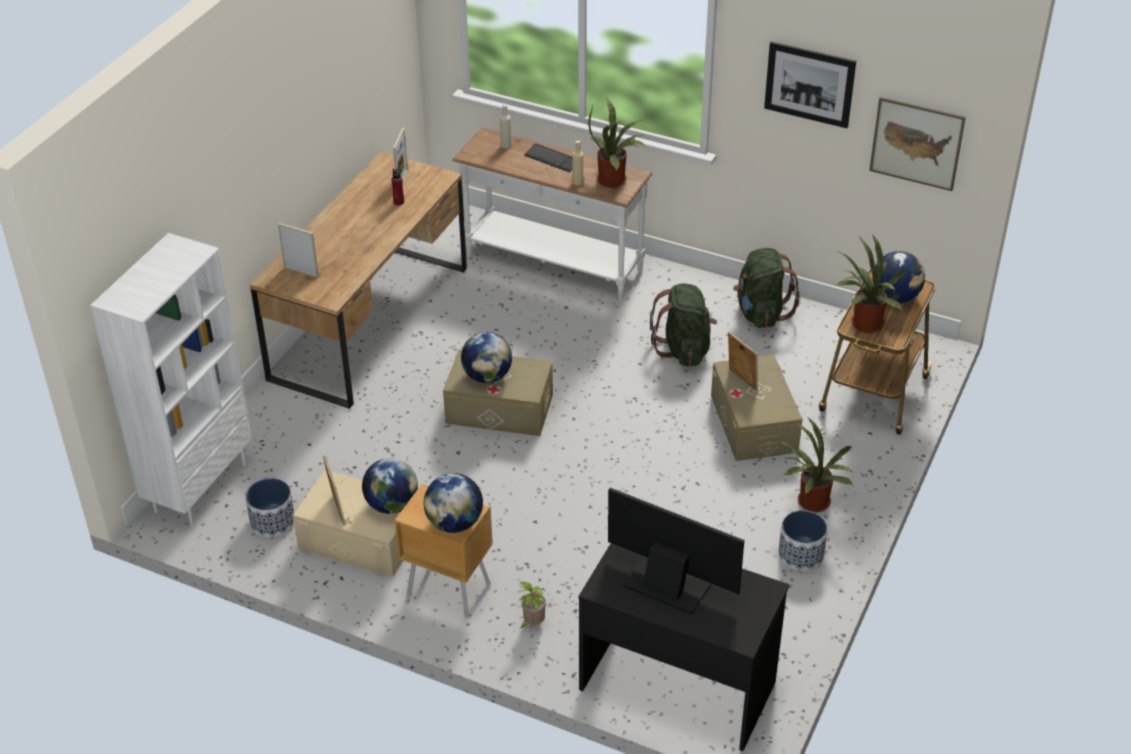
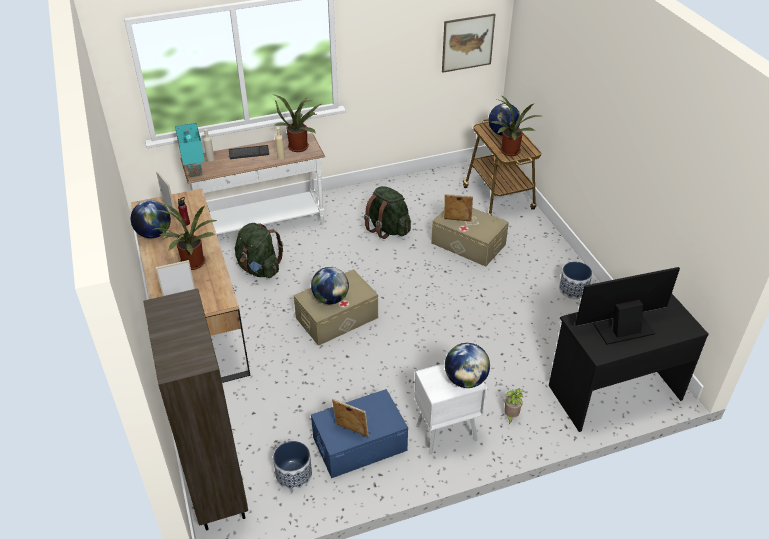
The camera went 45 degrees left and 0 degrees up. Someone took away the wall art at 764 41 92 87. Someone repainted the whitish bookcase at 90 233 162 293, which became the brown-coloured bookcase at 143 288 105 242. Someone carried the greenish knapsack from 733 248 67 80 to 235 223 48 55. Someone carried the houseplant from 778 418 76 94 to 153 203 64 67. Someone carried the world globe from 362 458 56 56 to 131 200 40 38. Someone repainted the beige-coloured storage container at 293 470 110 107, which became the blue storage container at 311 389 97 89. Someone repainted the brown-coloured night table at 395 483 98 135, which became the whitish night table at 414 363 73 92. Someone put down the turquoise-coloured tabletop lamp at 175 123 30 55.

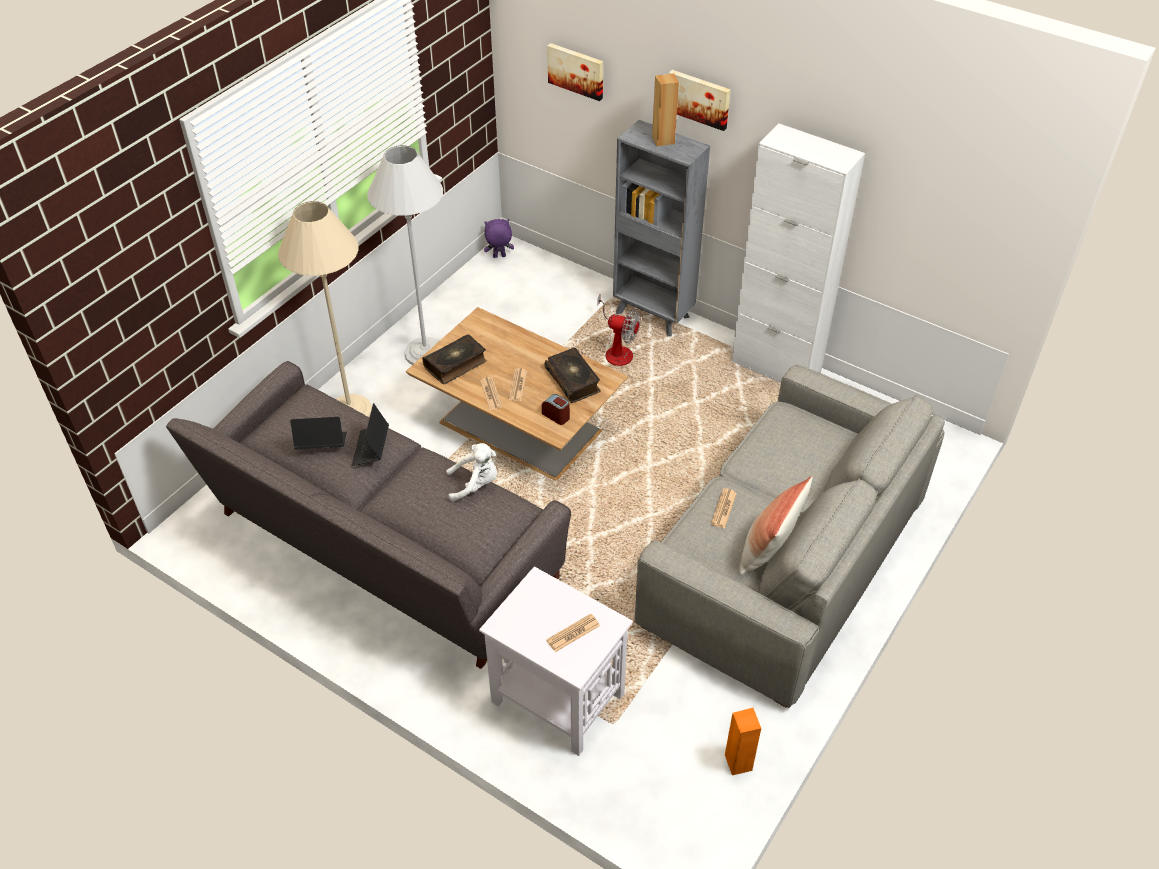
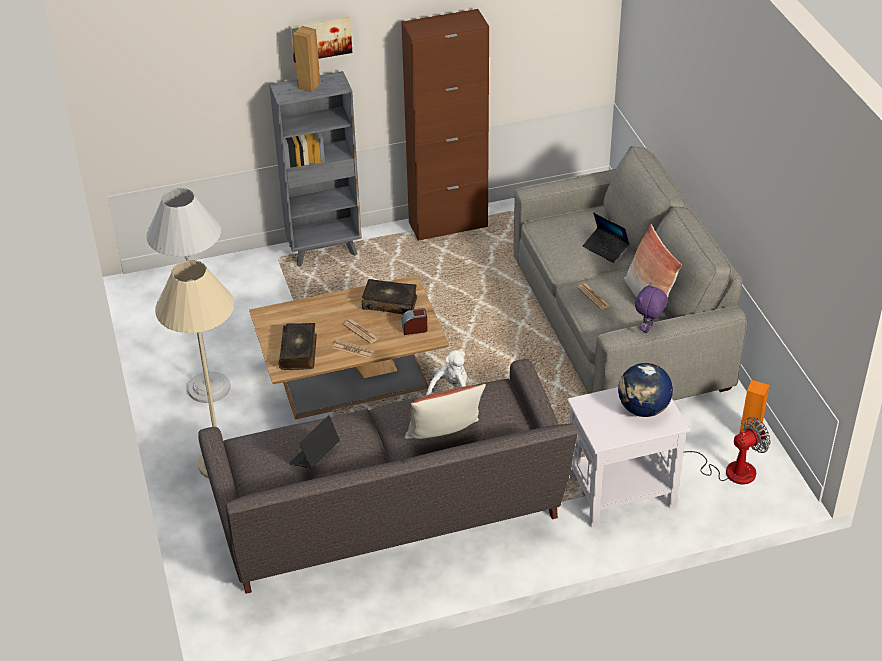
The camera went 50 degrees left and 5 degrees down. Someone took away the wall art at 547 43 56 58. Someone repainted the whitish storage cabinet at 731 123 134 260, which became the brown-coloured storage cabinet at 401 9 88 232. Someone carried the purple-coloured soft toy from 484 219 30 39 to 635 283 33 50. Someone carried the electric fan from 597 294 44 72 to 684 417 87 68. Someone carried the portable computer from 352 403 37 63 to 583 213 47 50. Someone swapped the newspaper at 546 614 54 38 for the world globe at 618 363 55 54. Someone put down the cushion at 405 384 81 55.

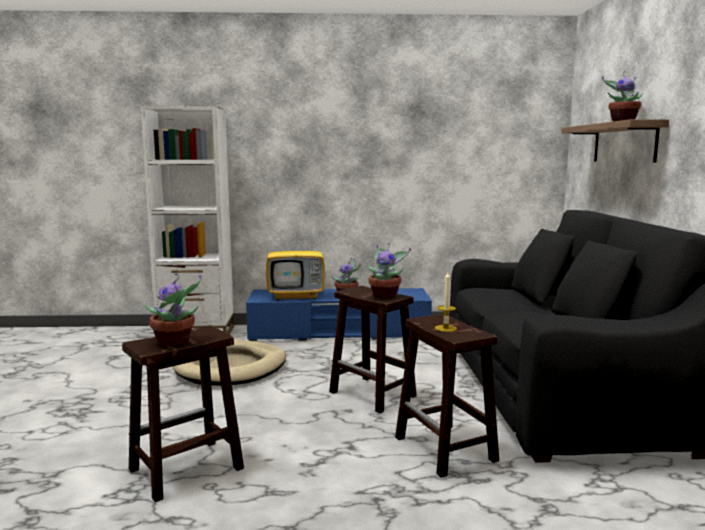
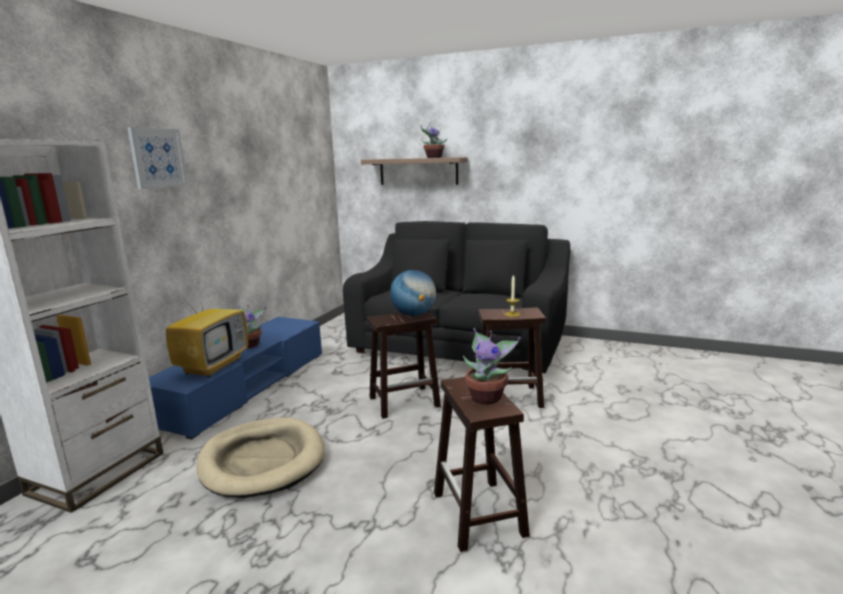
The camera went 65 degrees left and 5 degrees up. Someone swapped the houseplant at 368 243 43 56 for the world globe at 390 270 46 46. Someone put up the wall art at 127 127 60 62.

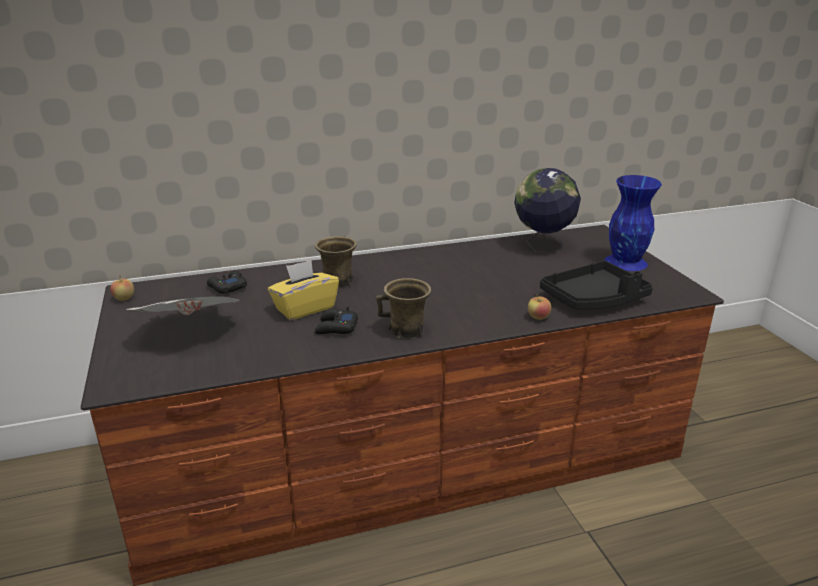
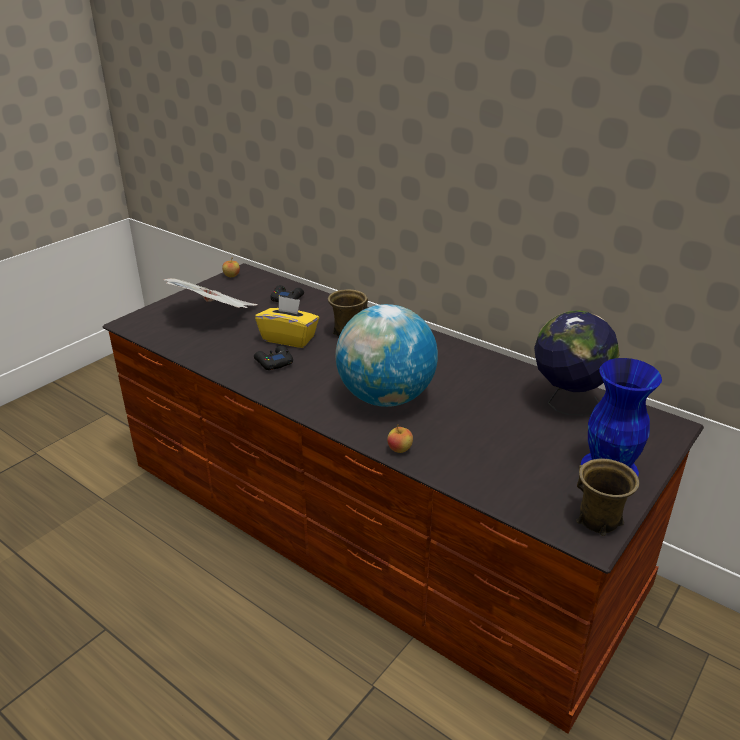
The camera went 55 degrees right and 5 degrees up. Someone took away the blackish carrying tray at 540 261 113 49. Someone carried the brown-coloured tea mug from 376 278 55 61 to 576 459 63 77. Someone put down the world globe at 335 304 103 103.

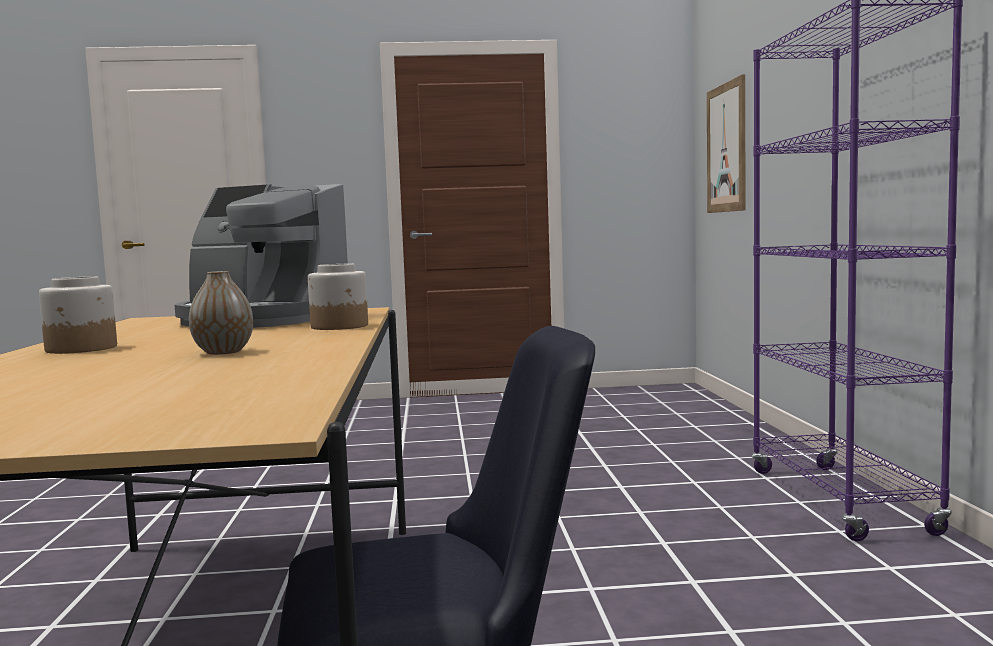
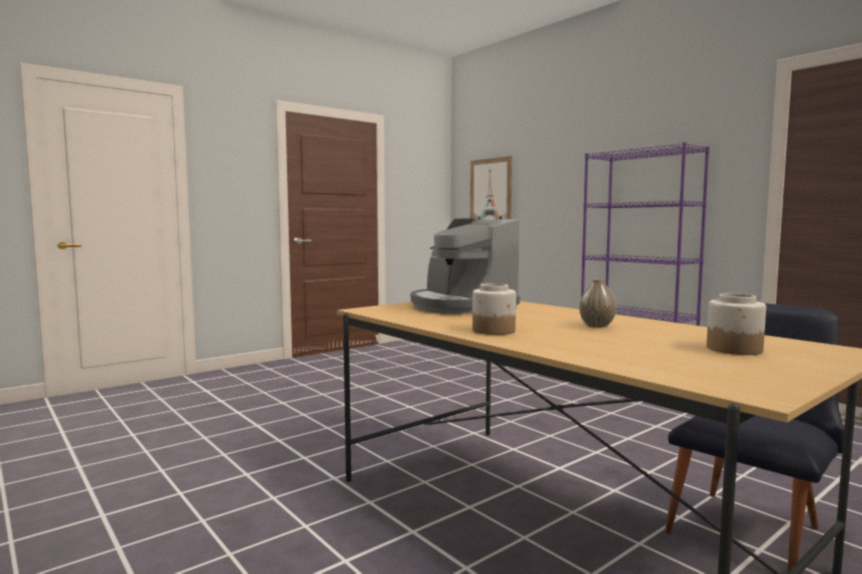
The camera went 35 degrees left and 0 degrees up. Someone rotated the coffee brewer at 175 184 173 144 by 75 degrees clockwise. Someone carried the storage jar from 308 264 60 66 to 707 293 59 62.

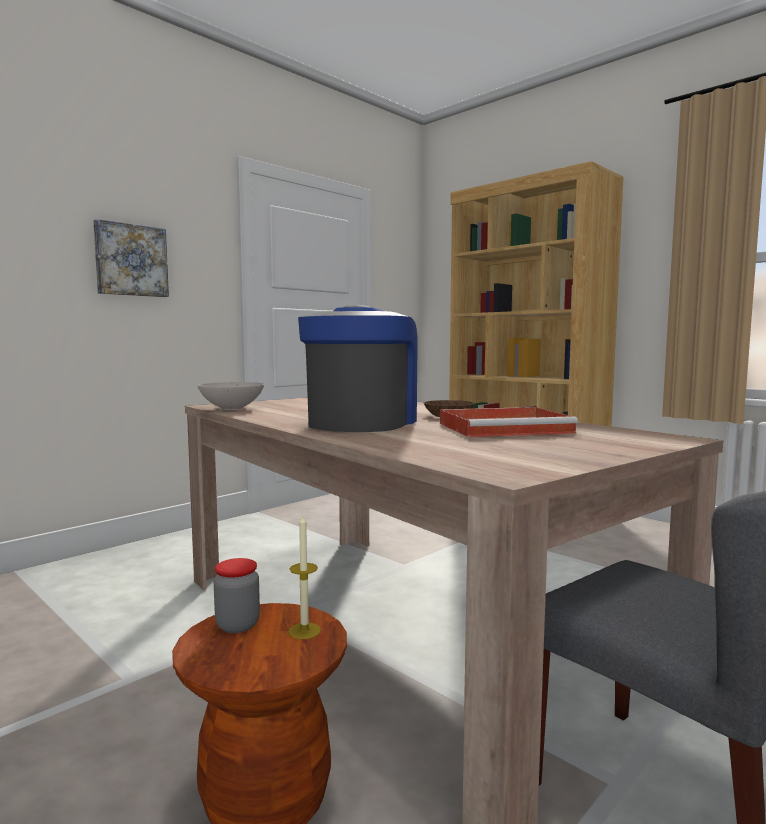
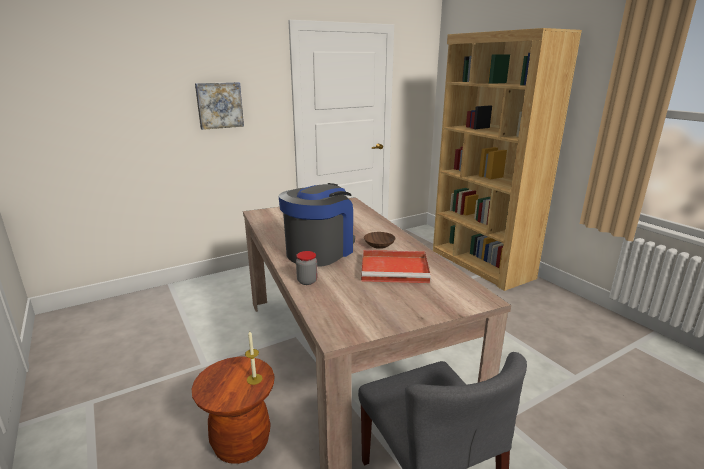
The camera went 15 degrees right and 15 degrees up. Someone took away the whitish deep dish at 197 382 67 28. Someone carried the storage jar from 214 558 46 75 to 296 251 21 34.

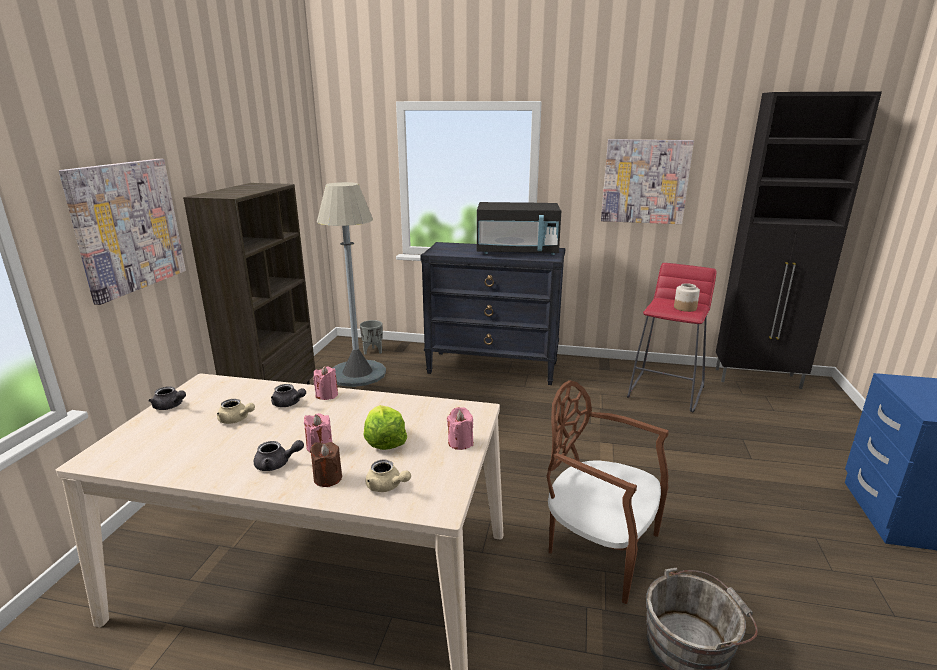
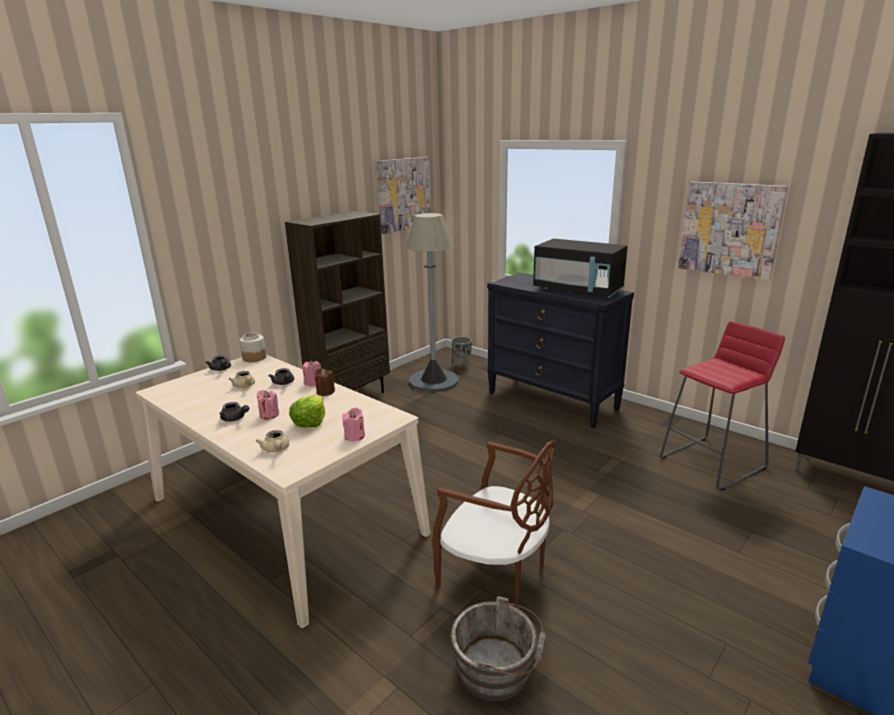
The camera went 30 degrees right and 0 degrees up. Someone carried the wall art from 59 159 127 146 to 377 157 54 77. Someone carried the storage jar from 674 283 26 29 to 240 332 26 30. Someone rotated the brown-coloured plain chair at 547 380 122 224 by 150 degrees clockwise. Someone carried the brown-coloured wax candle from 310 442 32 45 to 315 368 20 28.

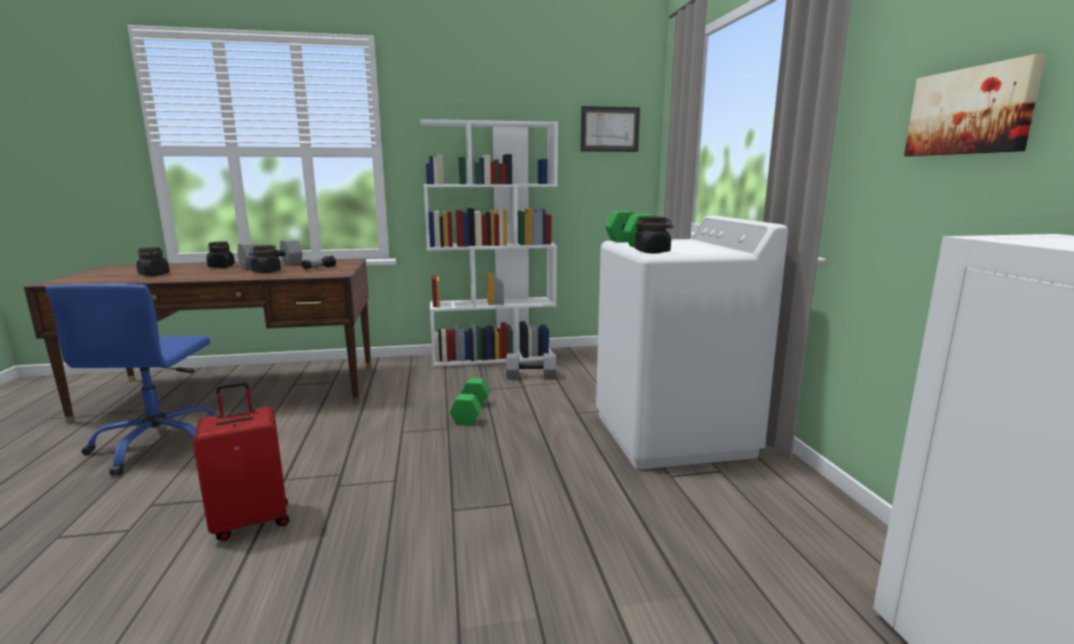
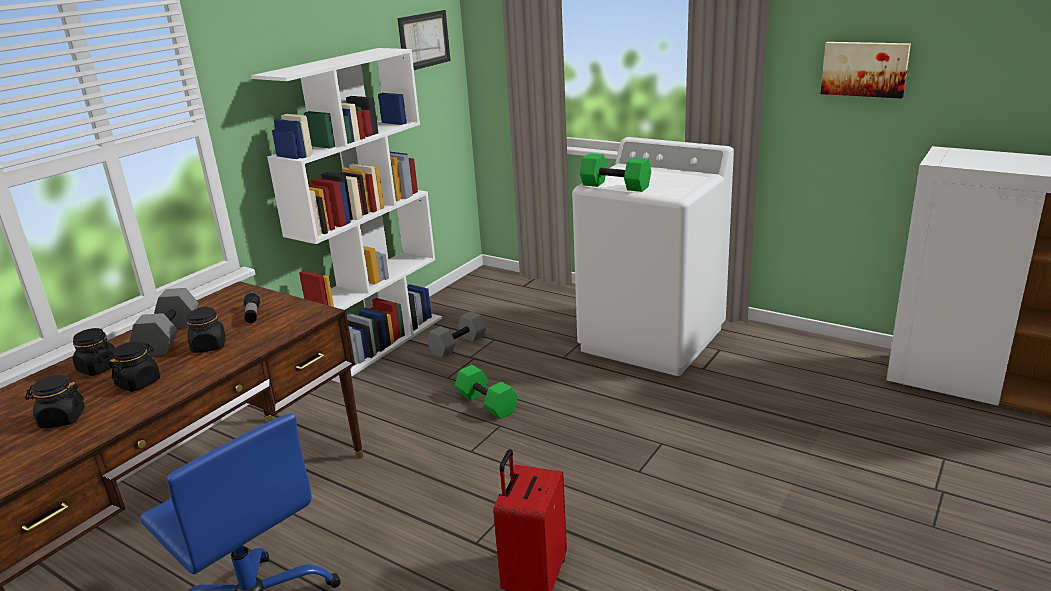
The camera went 45 degrees left and 10 degrees up. Someone carried the blackish storage jar from 634 216 39 37 to 109 342 51 50.

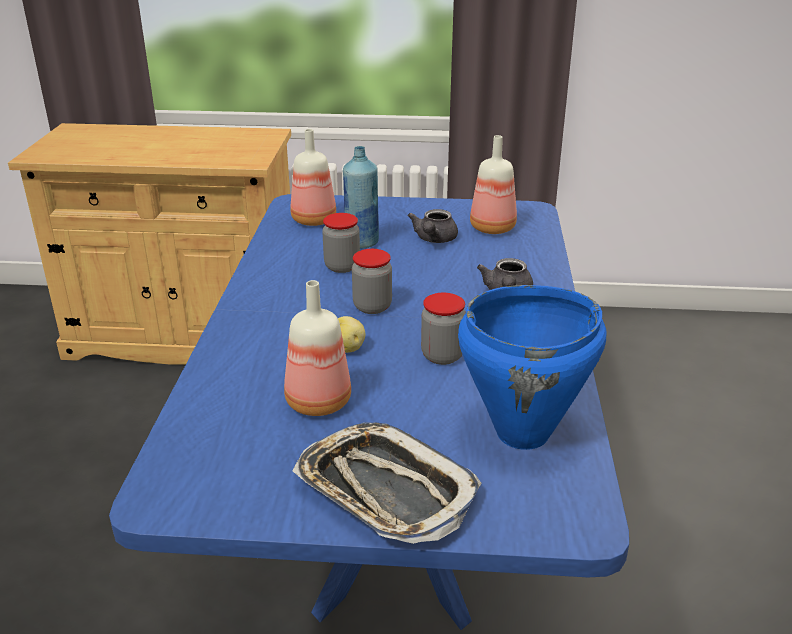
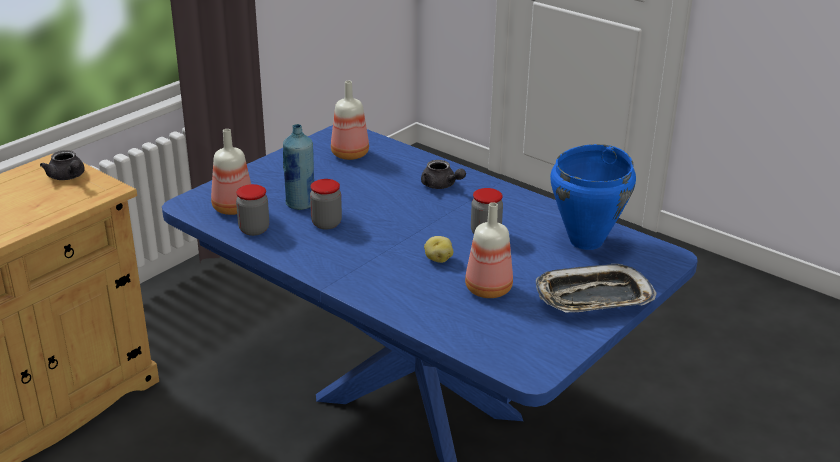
The camera went 55 degrees left and 0 degrees up. Someone carried the gray tea pot from 408 209 50 34 to 40 150 45 30. Someone carried the storage jar from 352 249 40 65 to 236 184 33 52.

